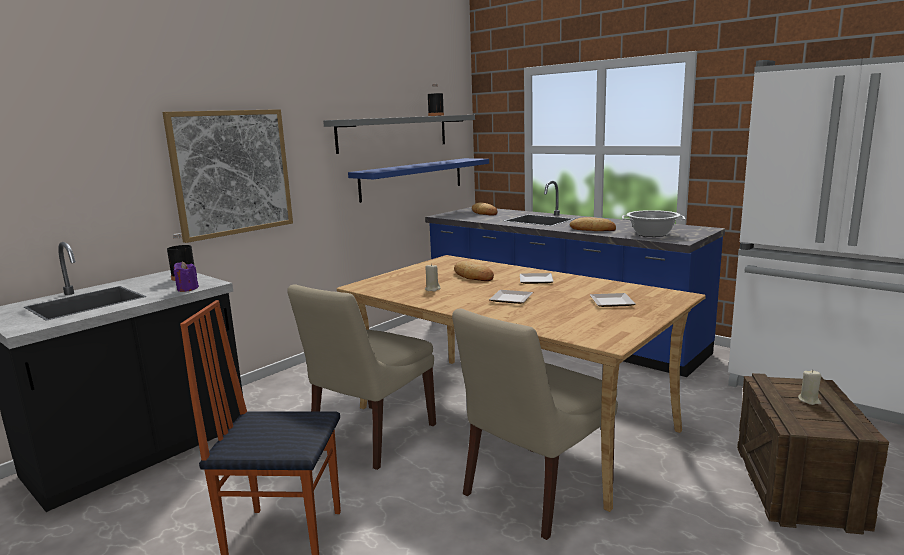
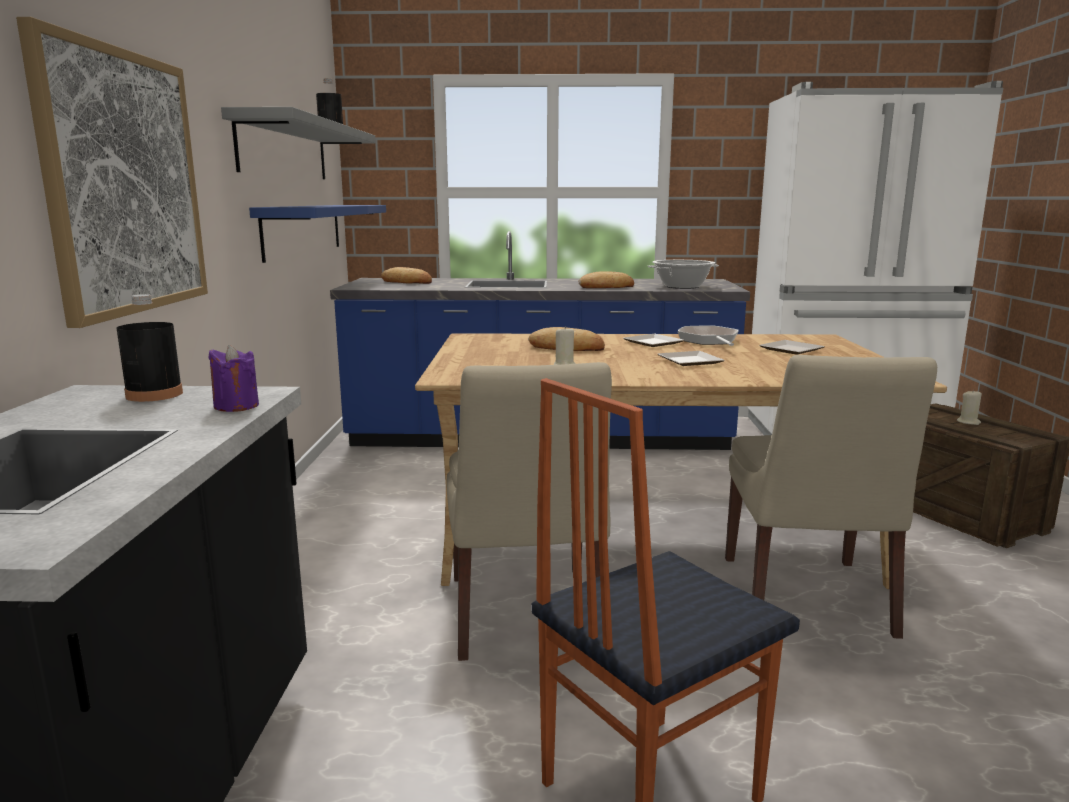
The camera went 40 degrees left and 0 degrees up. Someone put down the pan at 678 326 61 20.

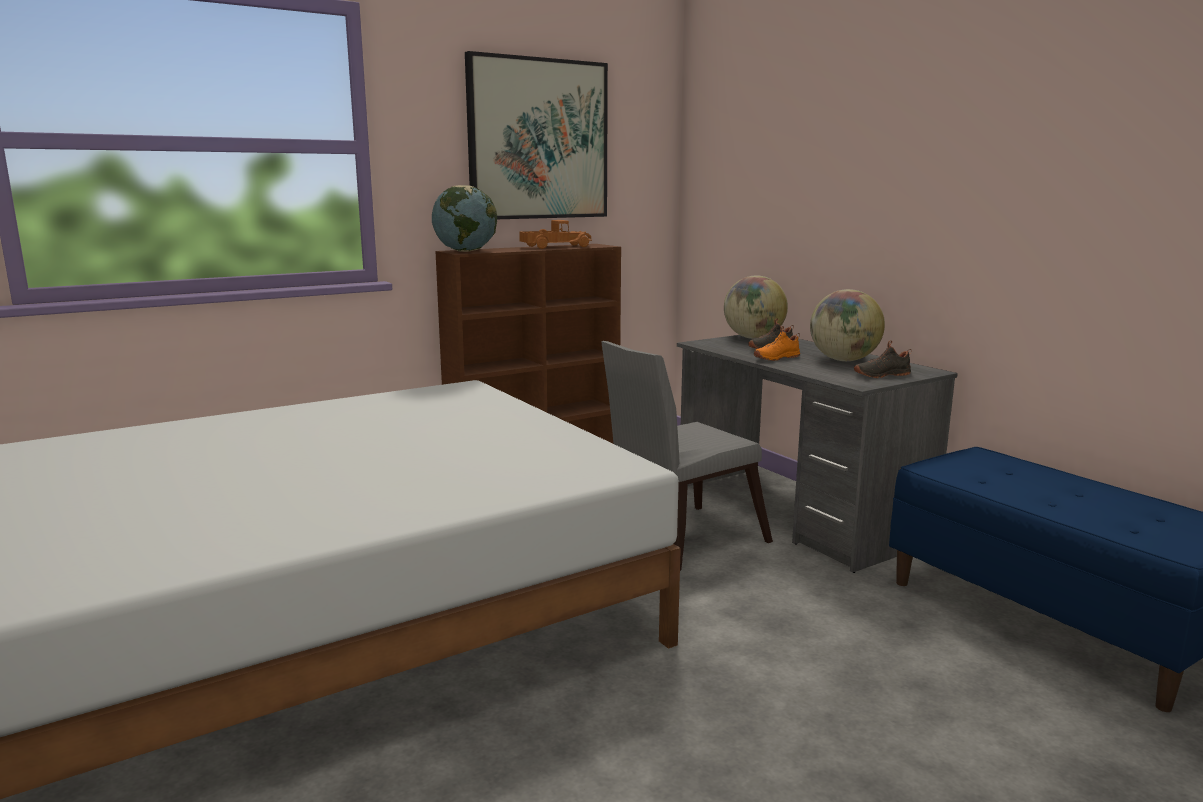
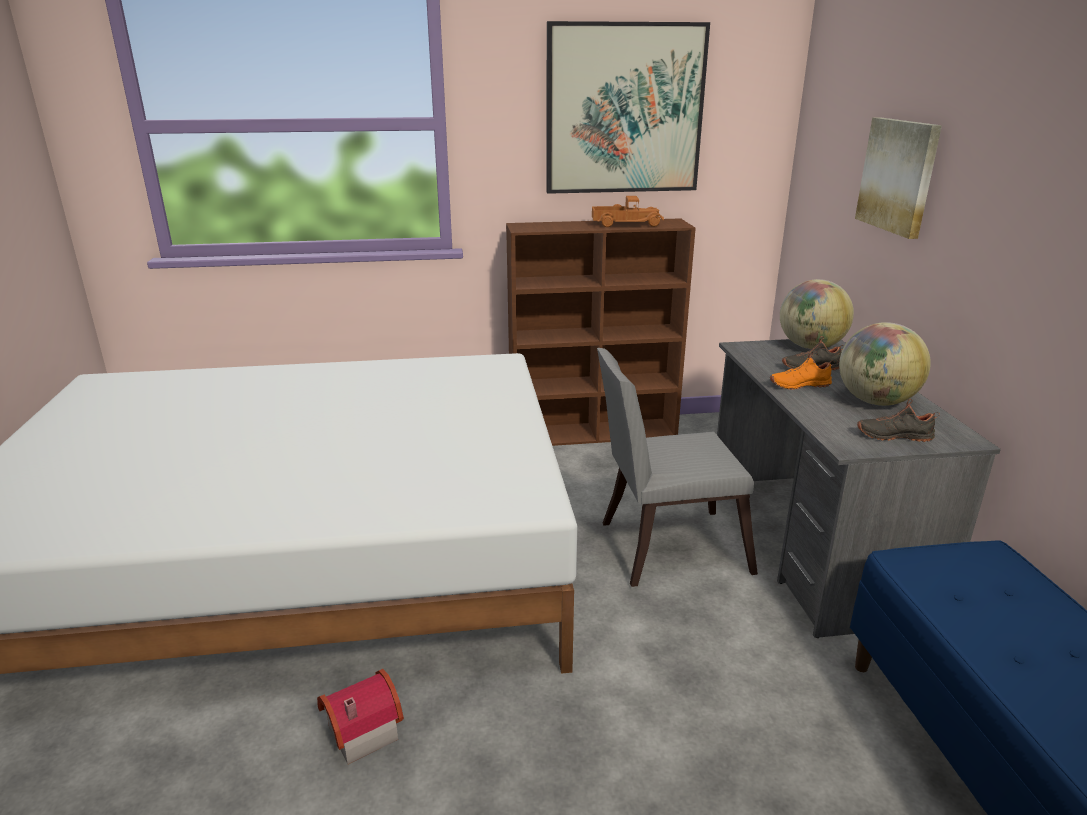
The camera went 25 degrees right and 10 degrees up. Someone took away the world globe at 432 185 65 67. Someone put up the wall art at 855 117 87 122. Someone put down the model house at 317 669 87 95.

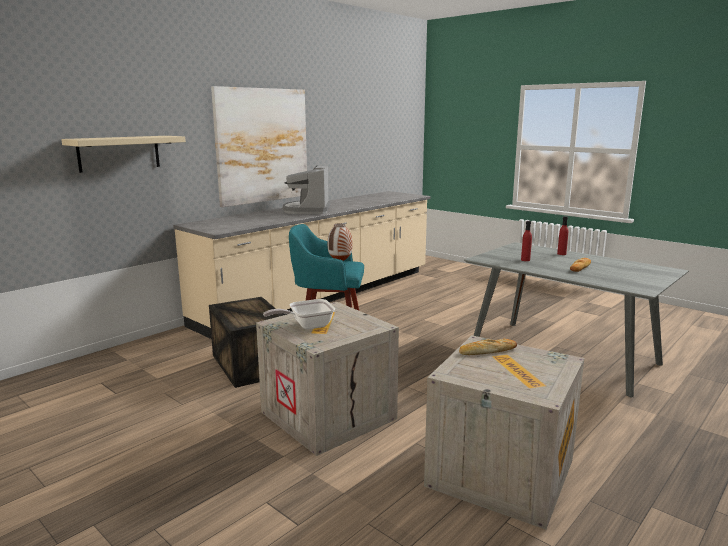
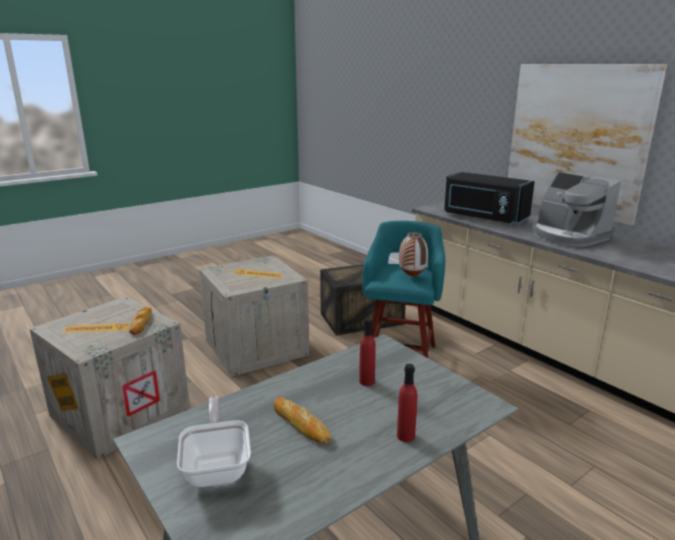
The camera went 100 degrees right and 5 degrees up. Someone took away the beige-coloured wall shelf at 61 136 125 37. Someone rotated the coffee brewer at 283 165 48 49 by 135 degrees counterclockwise. Someone carried the pan from 263 299 72 30 to 177 396 74 91. Someone put down the blackish microwave at 444 172 91 53.

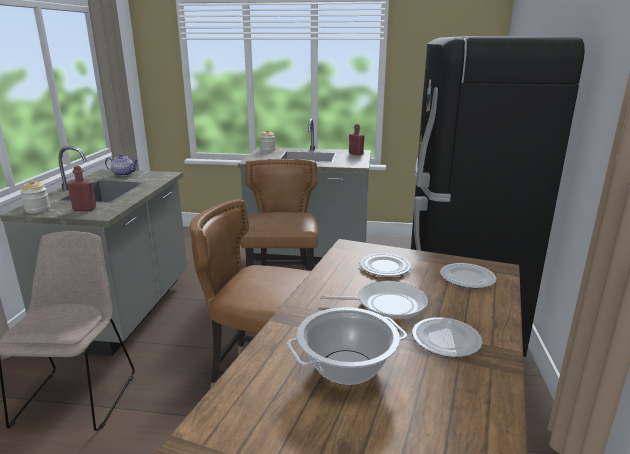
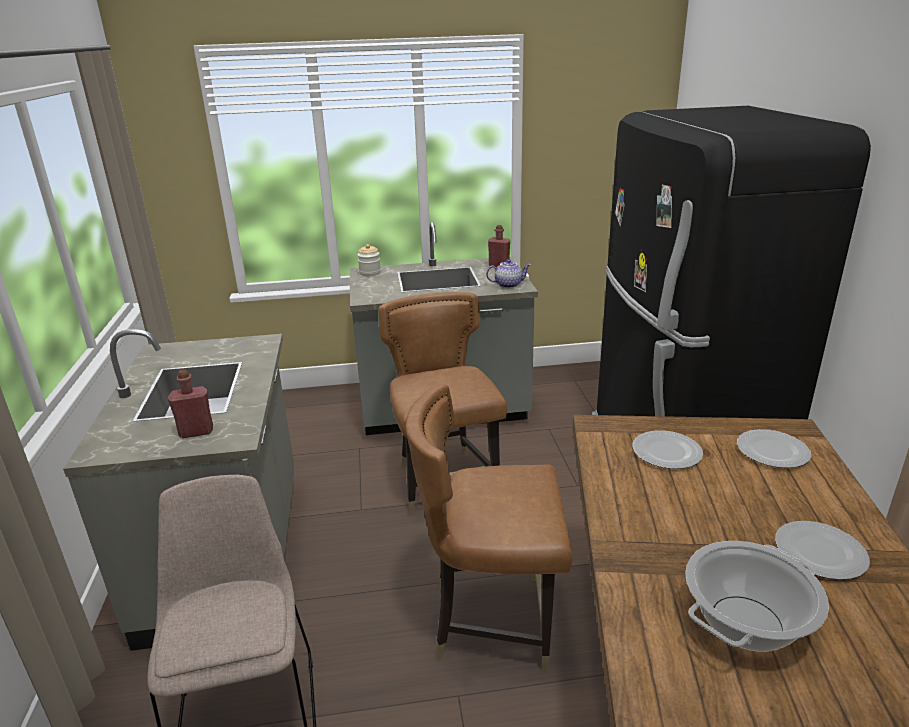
The camera went 15 degrees left and 5 degrees up. Someone carried the tea pot from 105 154 34 22 to 486 259 45 29. Someone took away the storage jar at 20 180 30 33. Someone took away the pan at 320 281 108 38.

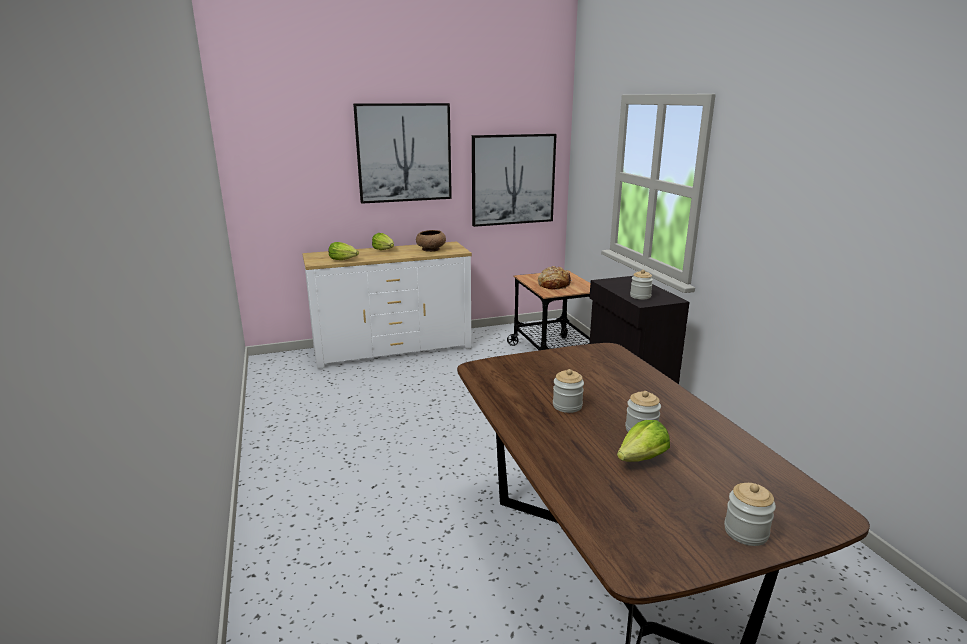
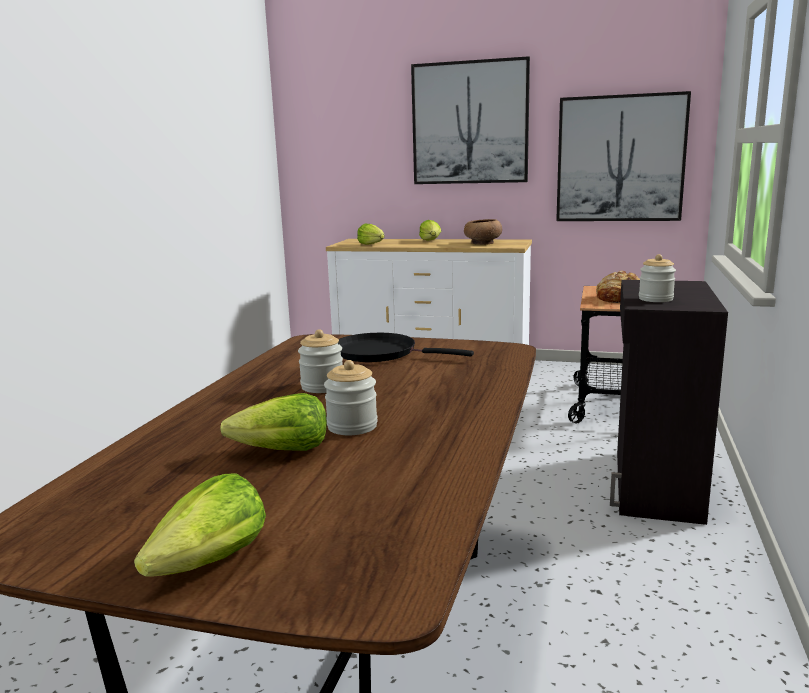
The camera went 35 degrees right and 5 degrees down. Someone swapped the storage jar at 724 483 52 63 for the head of lettuce at 134 473 132 104. Someone put down the blackish pan at 338 333 136 29.

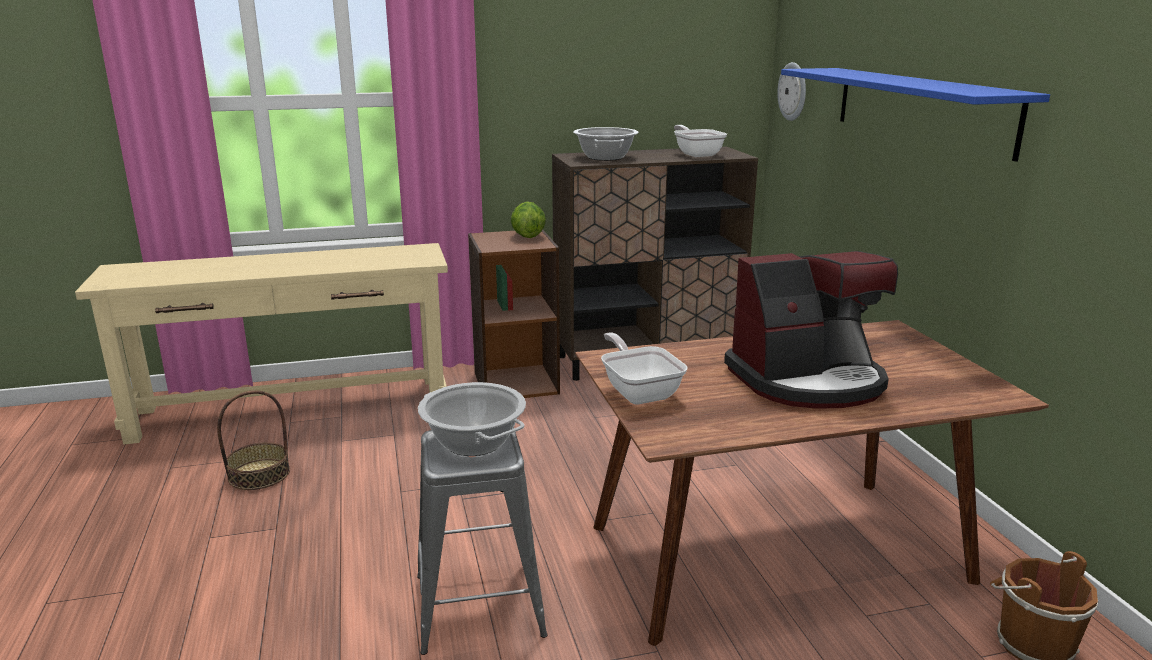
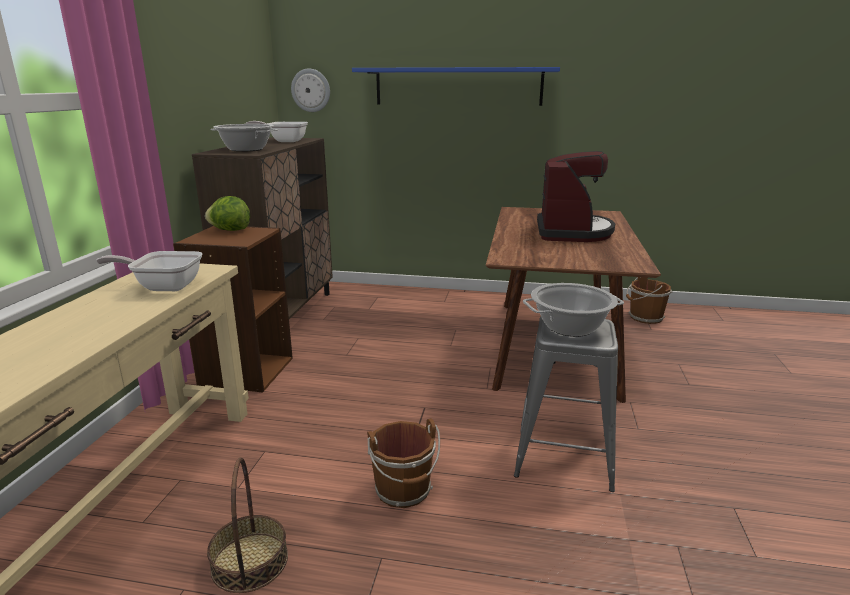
The camera went 65 degrees left and 0 degrees up. Someone carried the pan from 601 332 87 72 to 96 251 106 40. Someone put down the brown-coloured pail at 367 419 73 89.

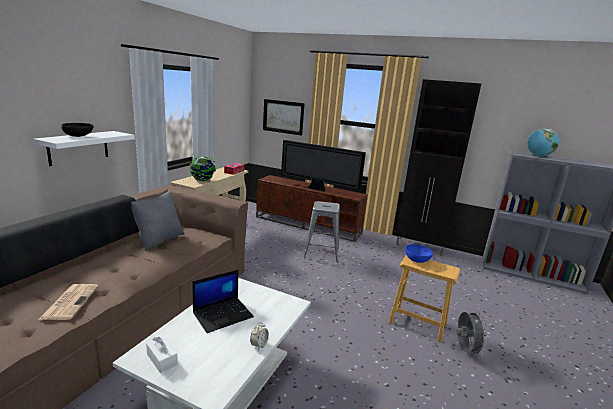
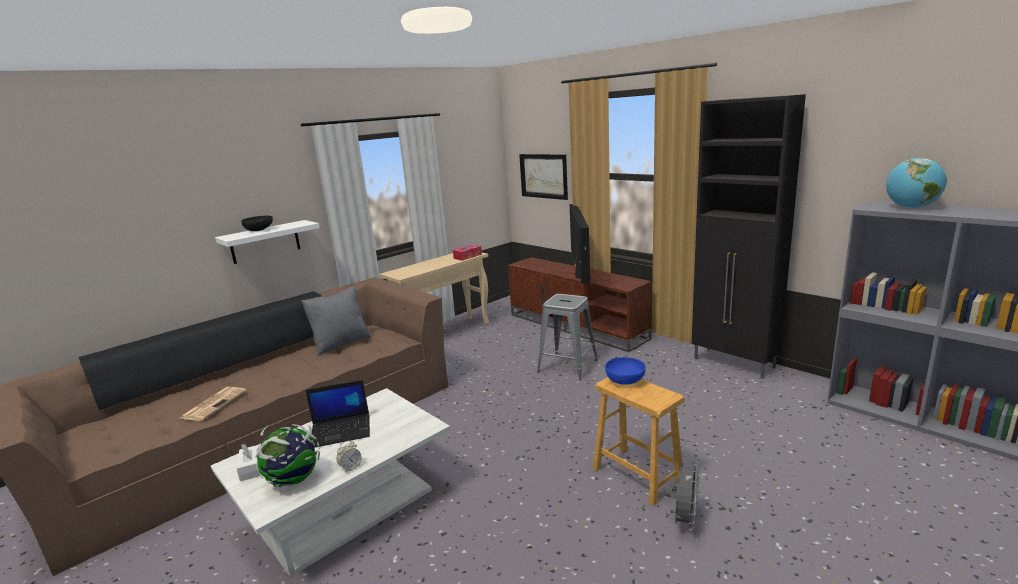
The camera went 25 degrees right and 0 degrees up. Someone rotated the television at 281 140 85 52 by 135 degrees counterclockwise. Someone carried the world globe from 190 155 26 26 to 256 424 64 64.

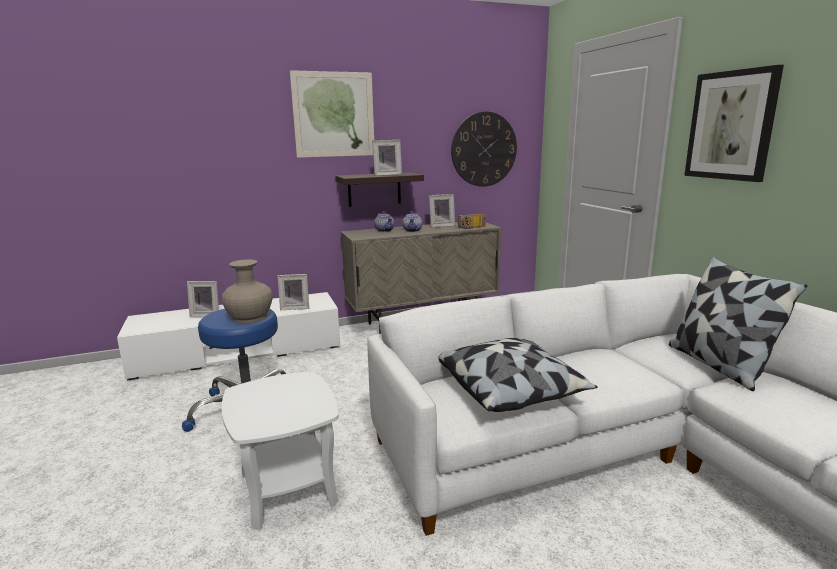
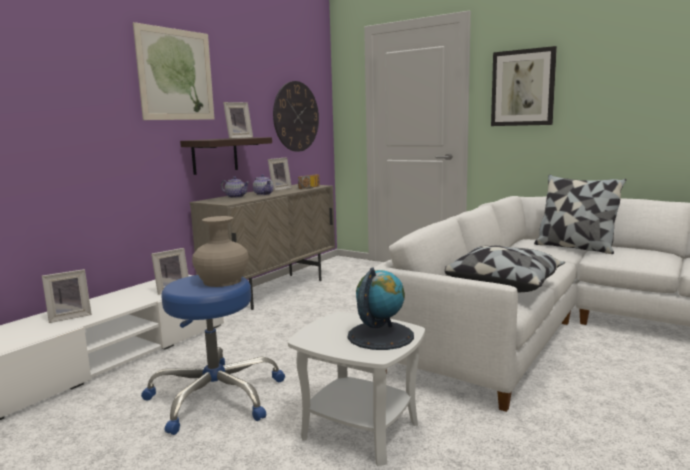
The camera went 35 degrees left and 5 degrees down. Someone put down the world globe at 348 268 66 82.

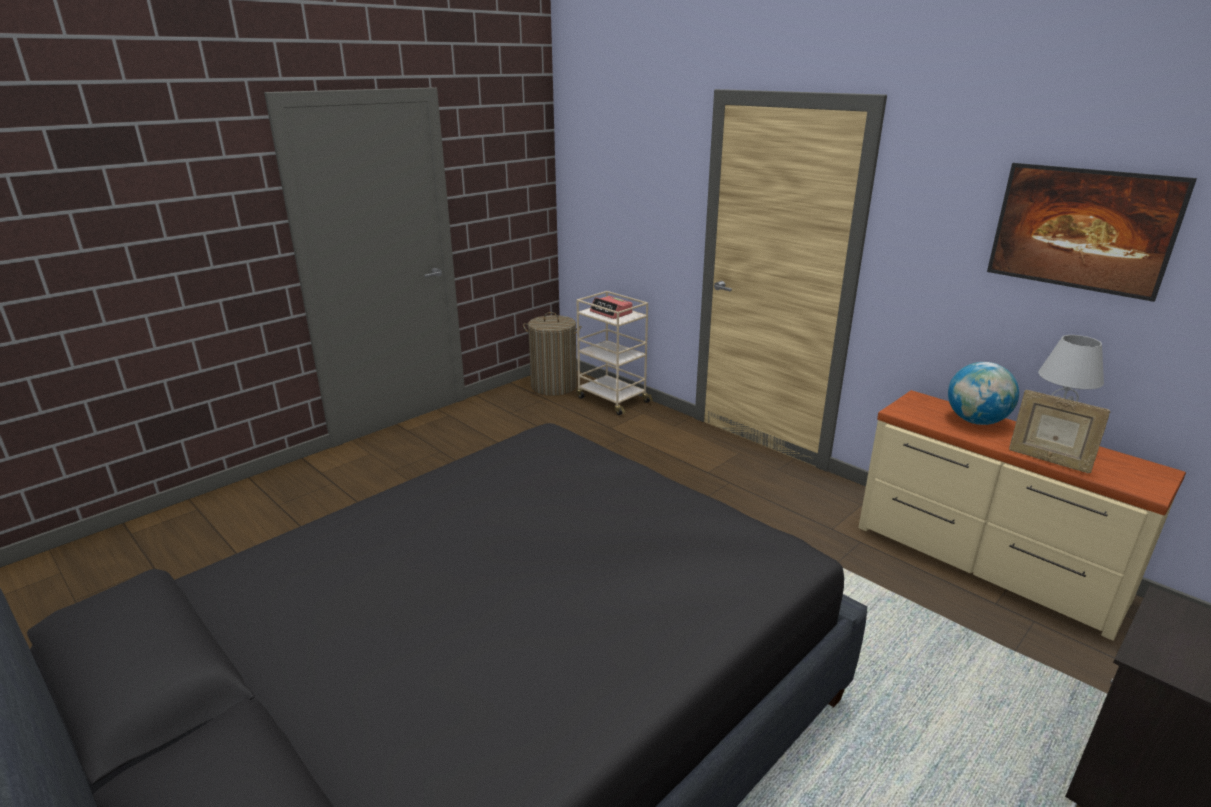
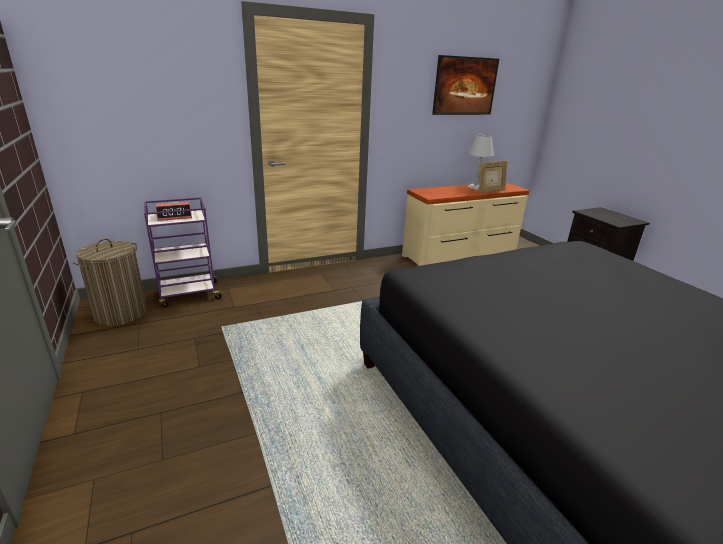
The camera went 70 degrees left and 0 degrees up. Someone repainted the beige-coloured cart at 577 291 76 124, which became the purple-coloured cart at 144 197 80 110. Someone took away the world globe at 948 362 71 63.

